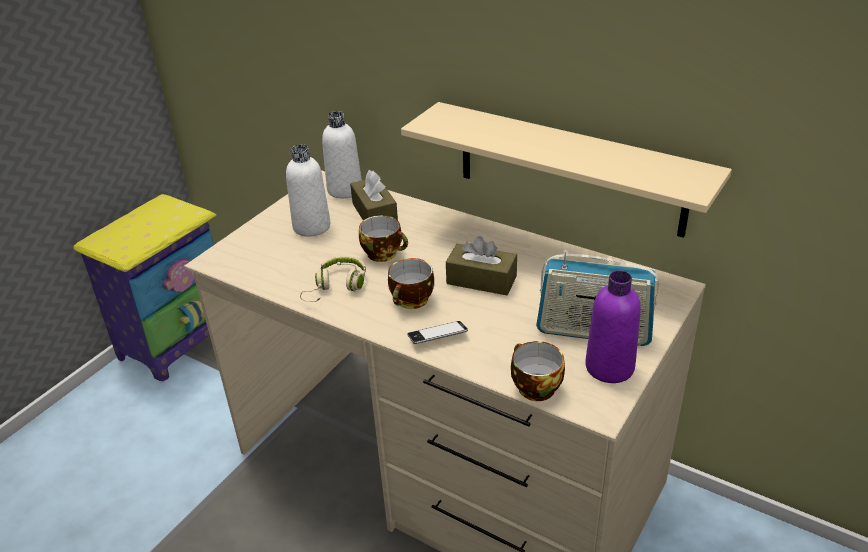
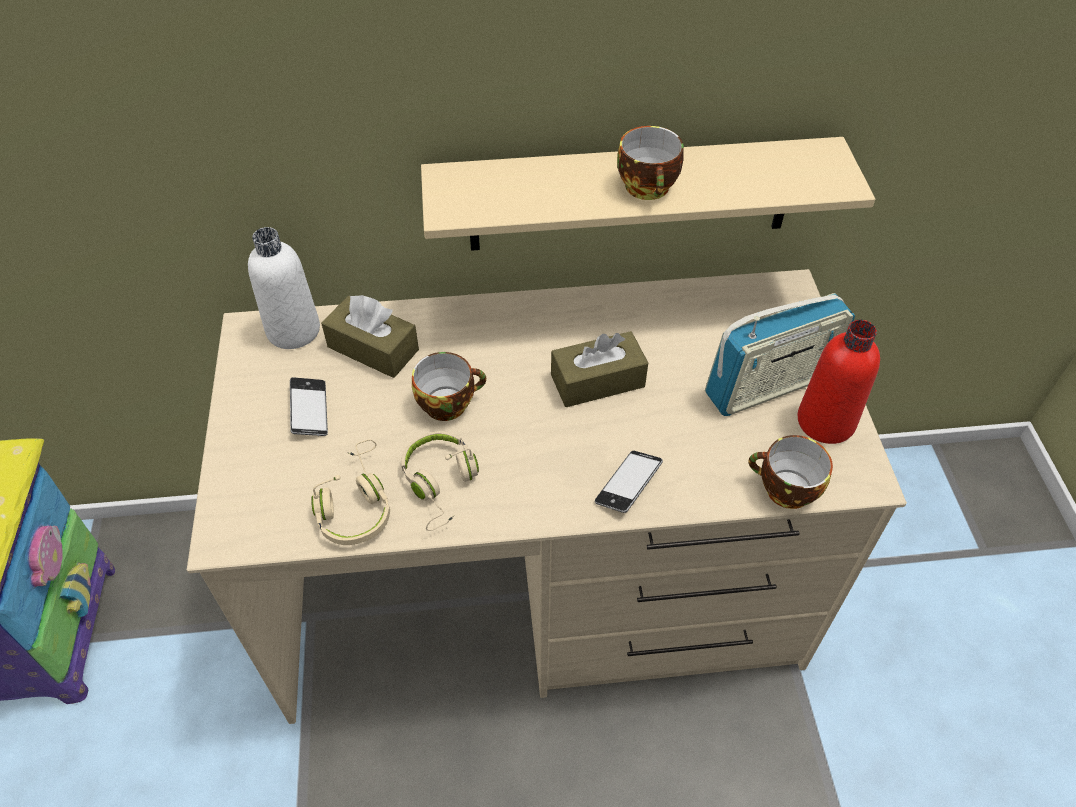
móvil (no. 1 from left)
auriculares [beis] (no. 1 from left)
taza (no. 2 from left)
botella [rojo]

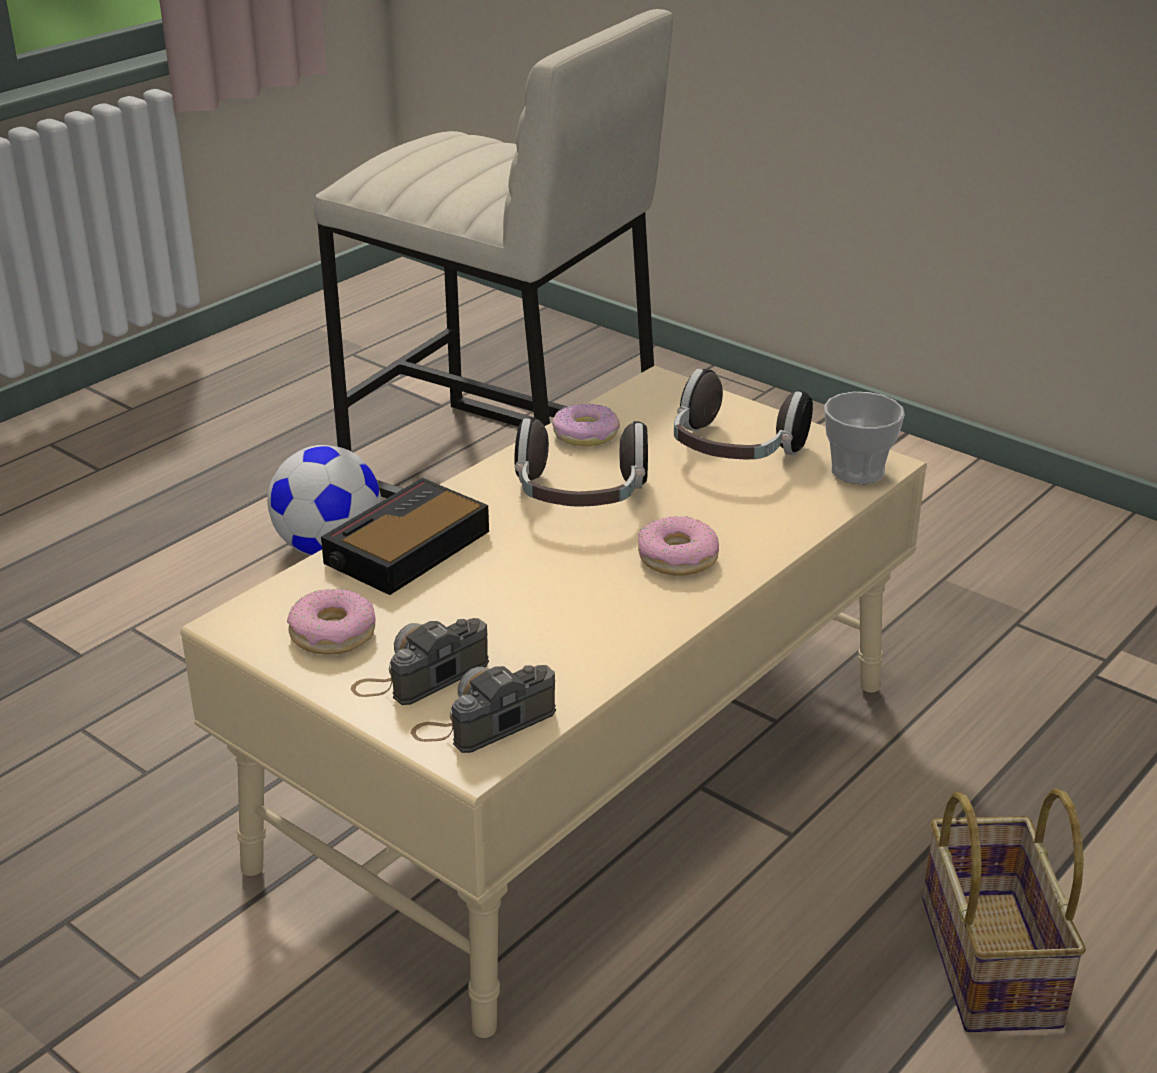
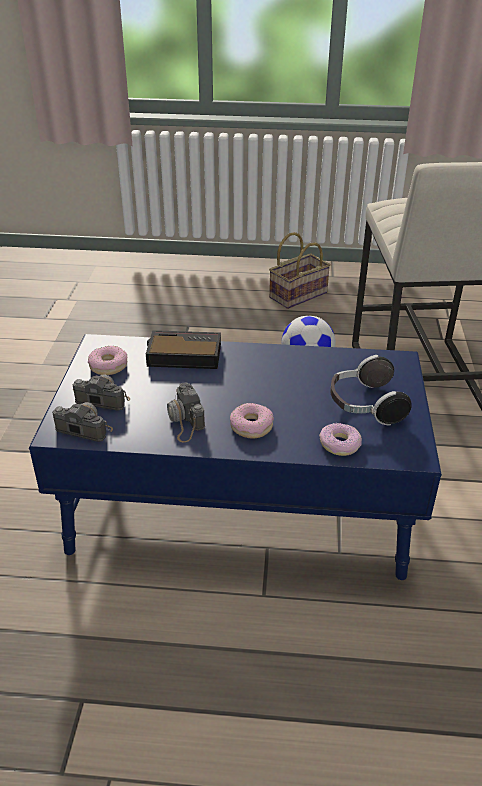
mesa de centro [azul]
cámara (no. 3 from left)
cesta
rosquilla (no. 3 from left)
auriculares (no. 1 from left in the first image)
taza

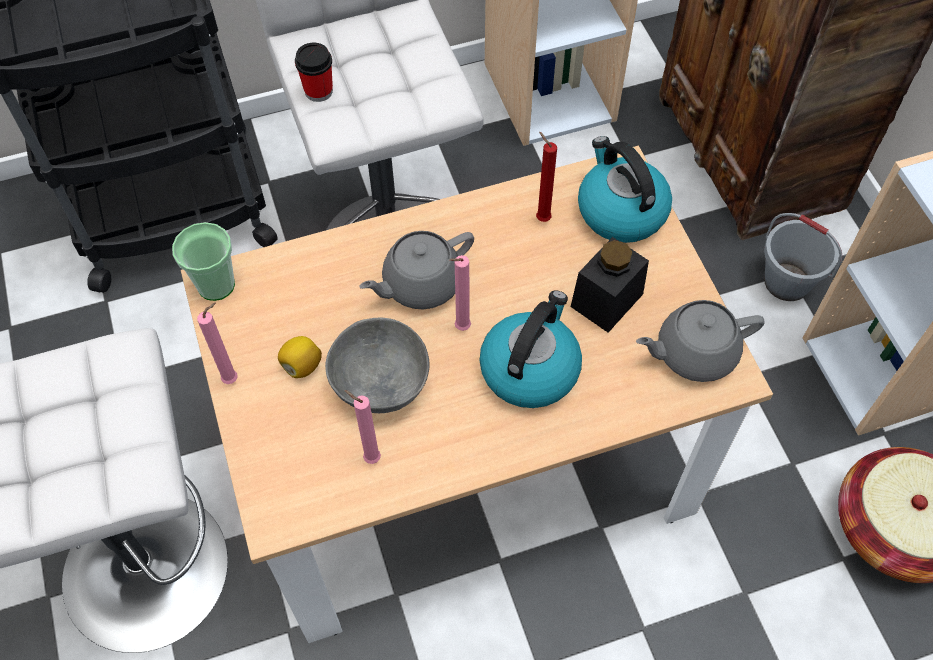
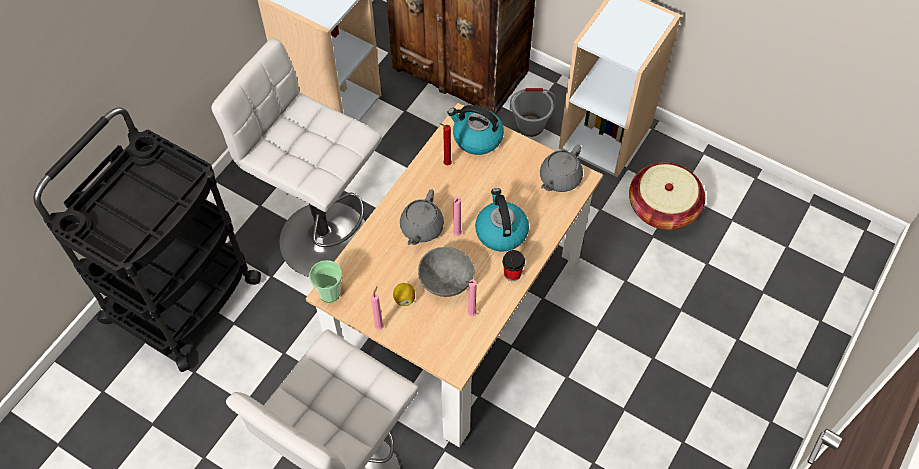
taza (no. 2 from left)
tarro [negro]

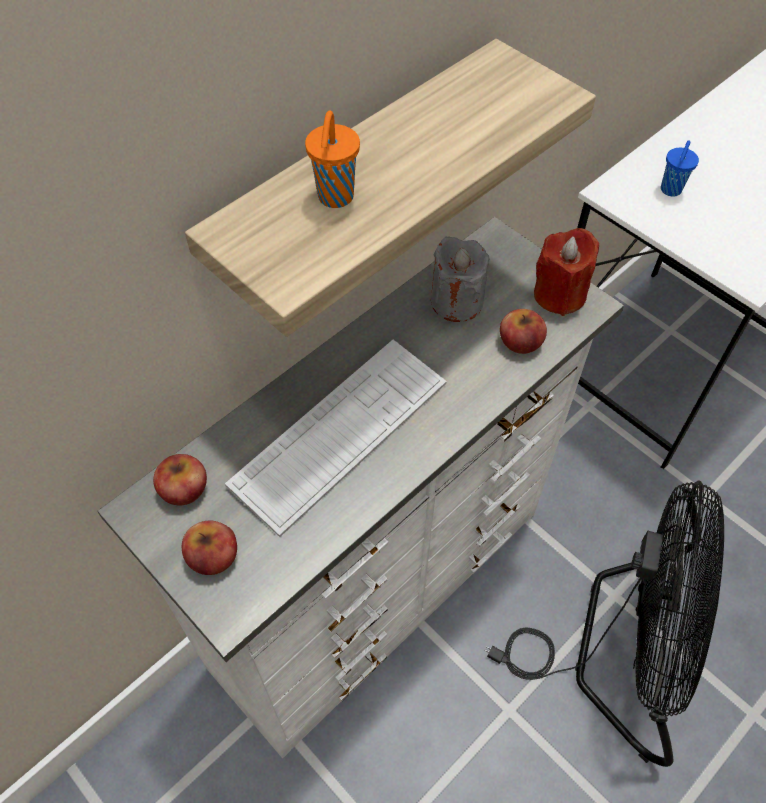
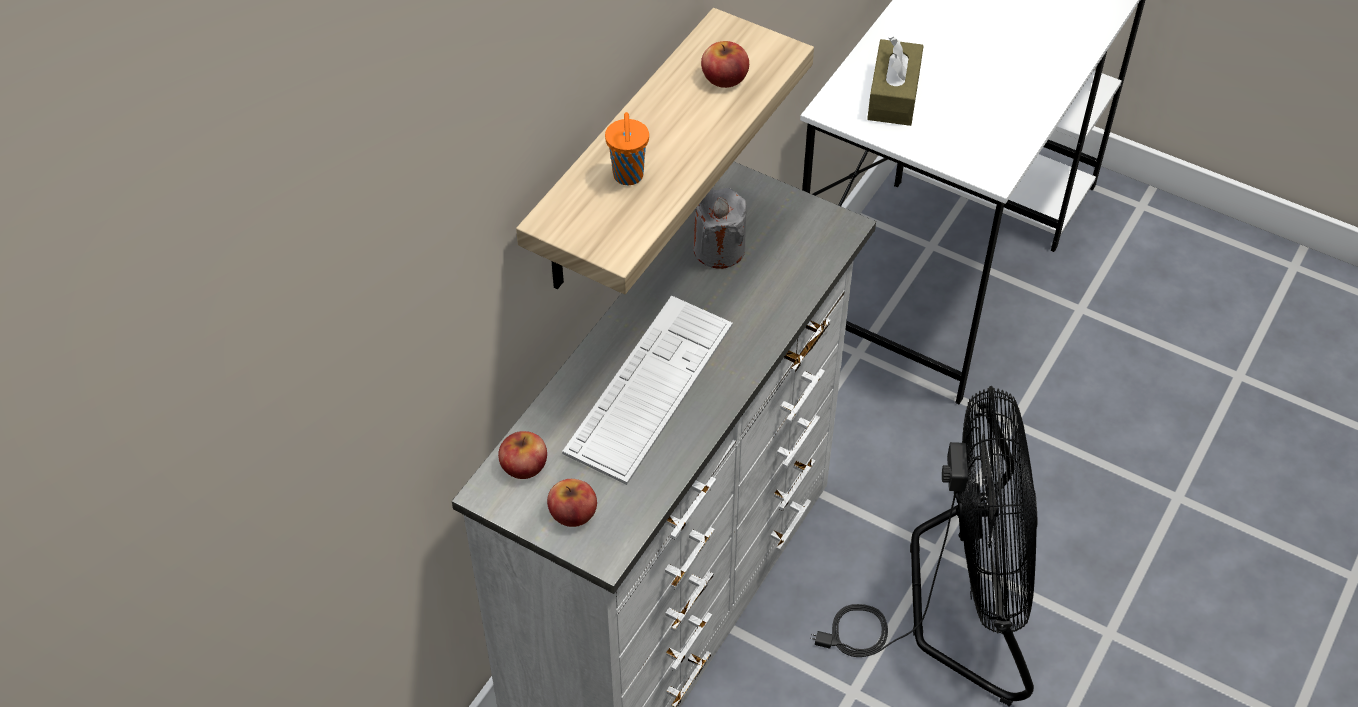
manzana (no. 3 from left)
caja de pañuelos [marrón]
vela [rojo]

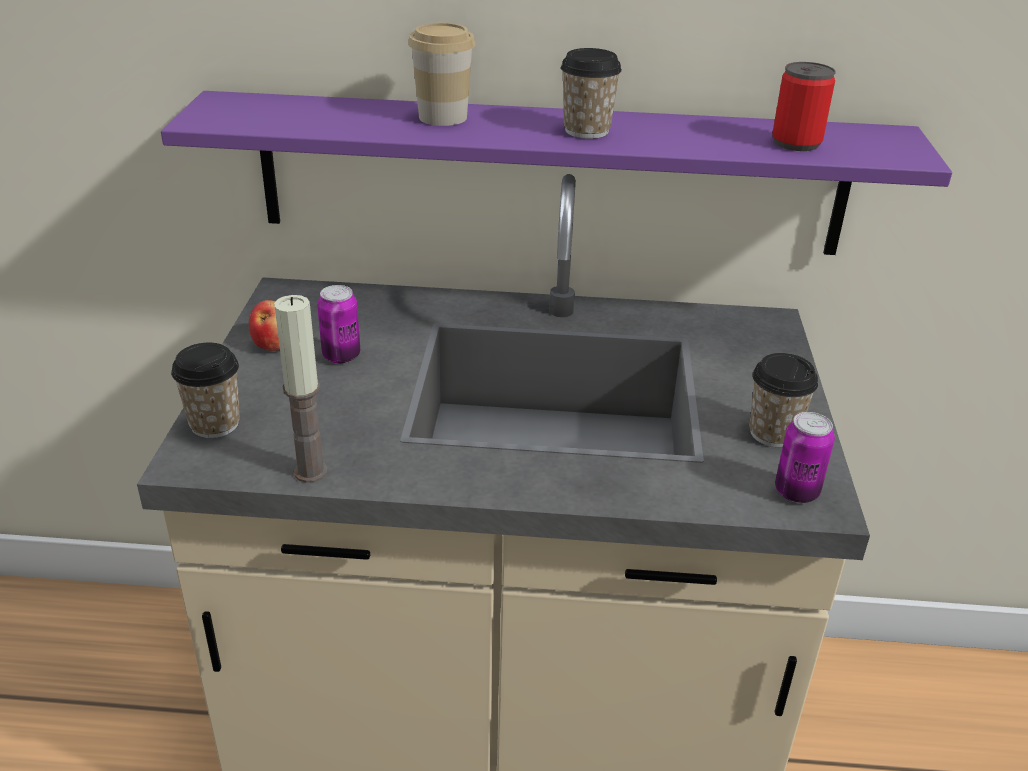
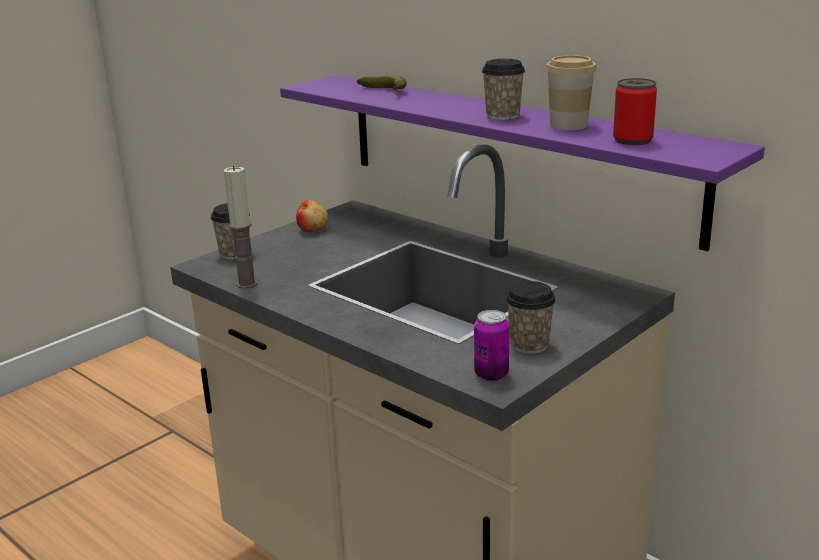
plátano
taza (no. 4 from left)
lata (no. 1 from left in the first image)

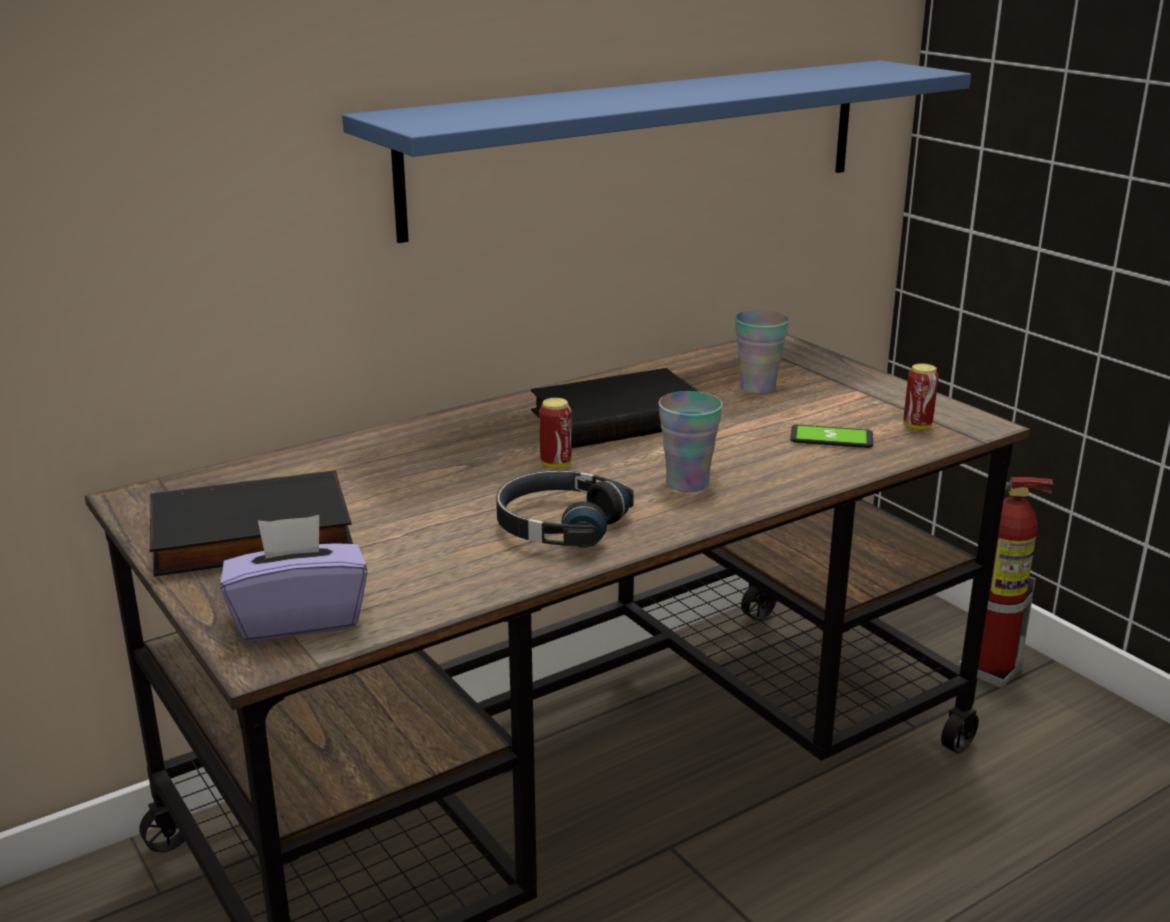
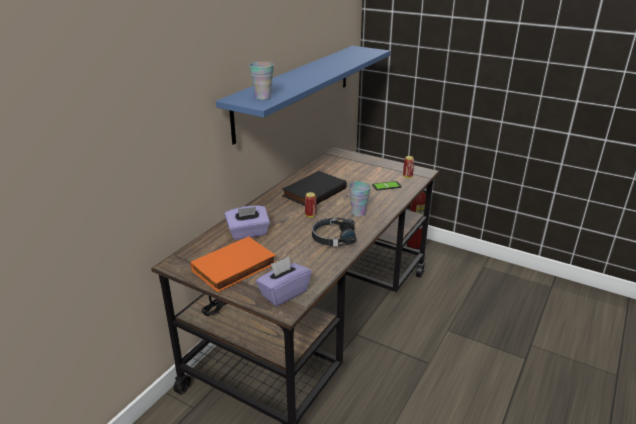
libro [naranja]
caja de pañuelos [morado] (no. 1 from left)
taza (no. 1 from left)

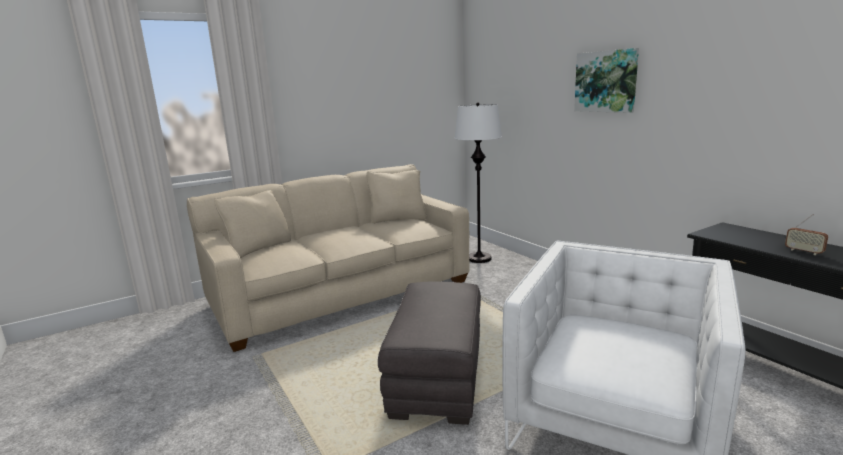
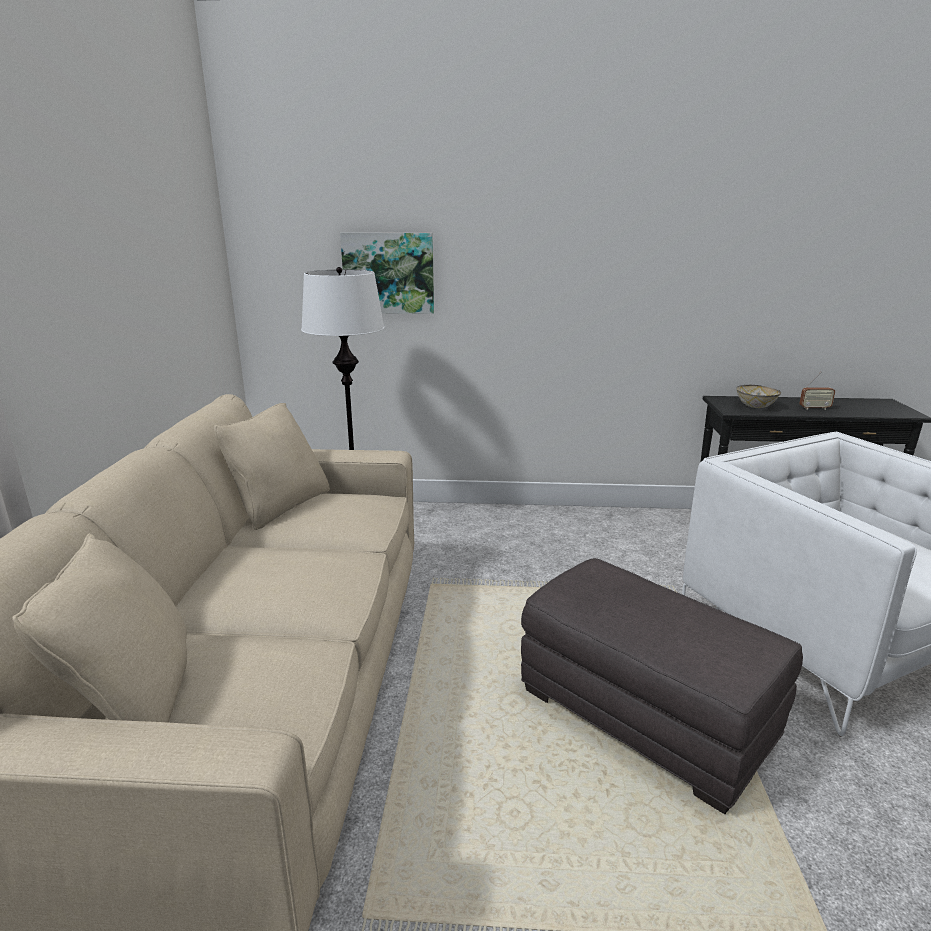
cuadro
cuenco

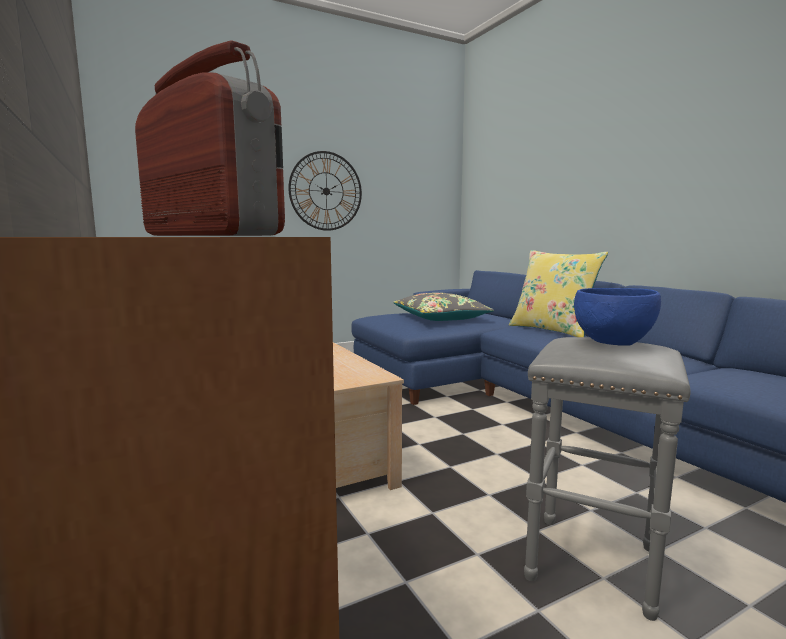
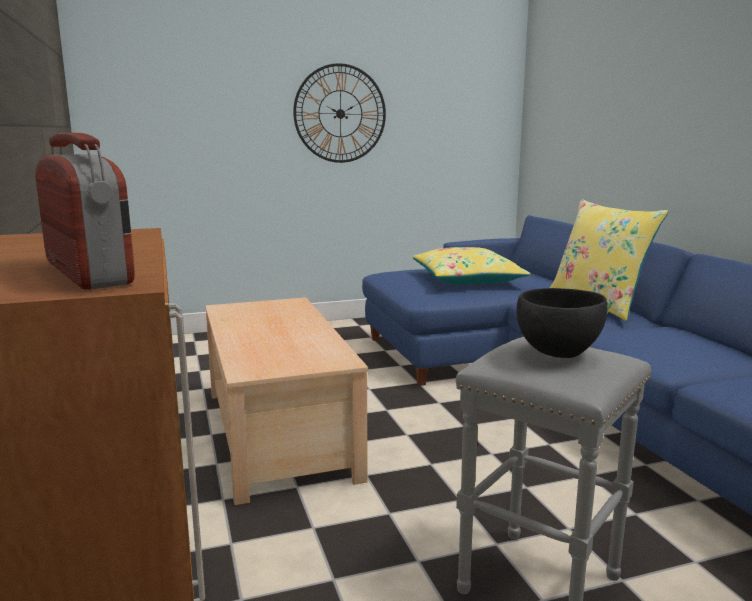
cojín [amarillo] (no. 1 from left)
cuenco [negro]

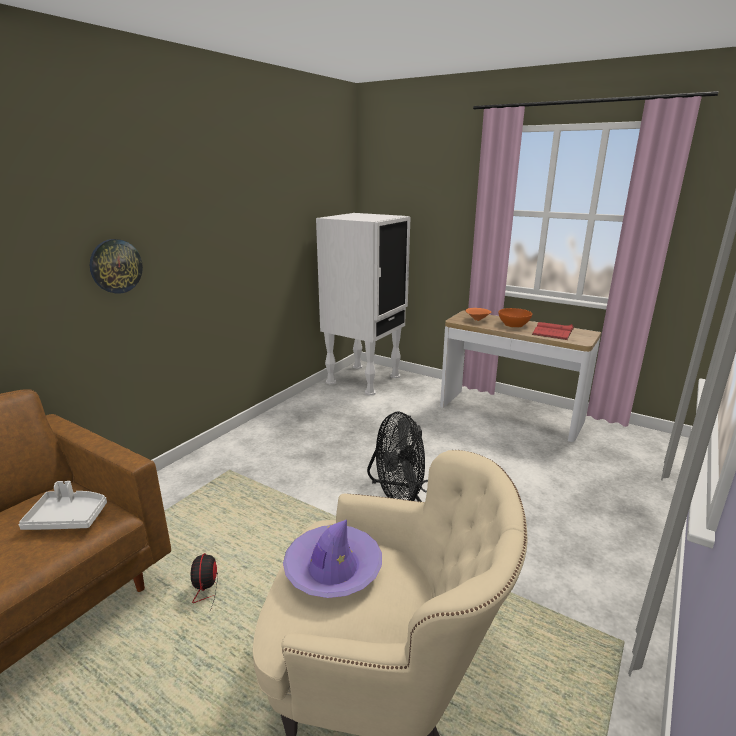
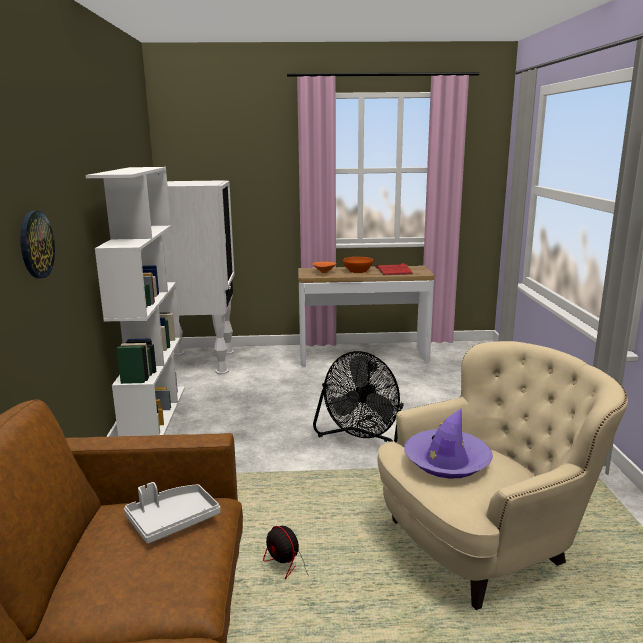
estantería [blanco]

